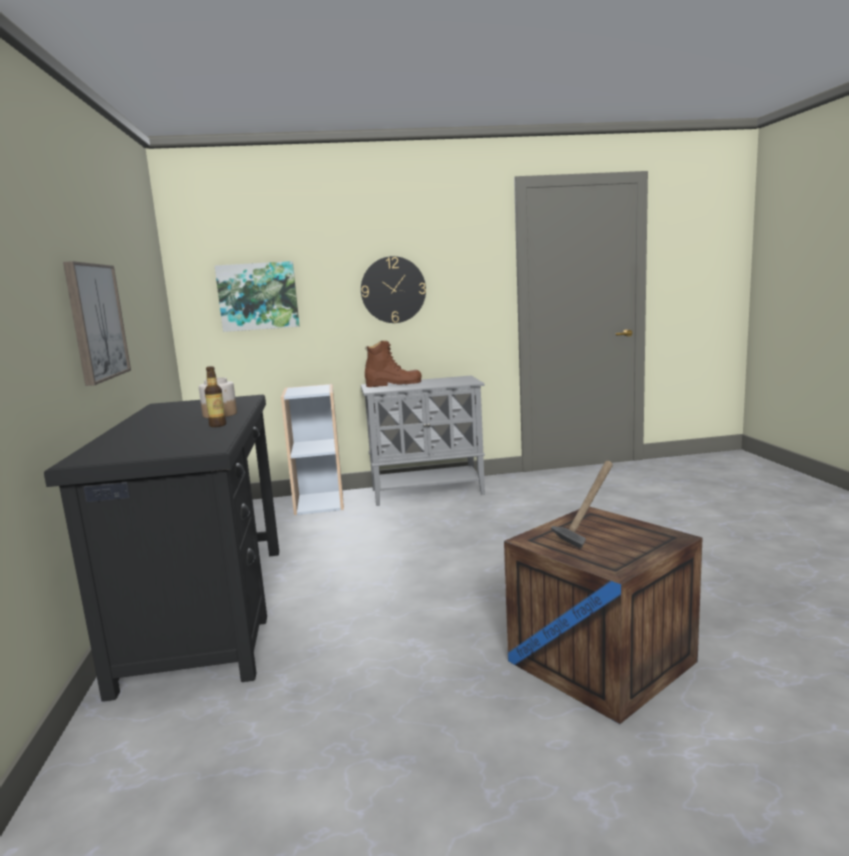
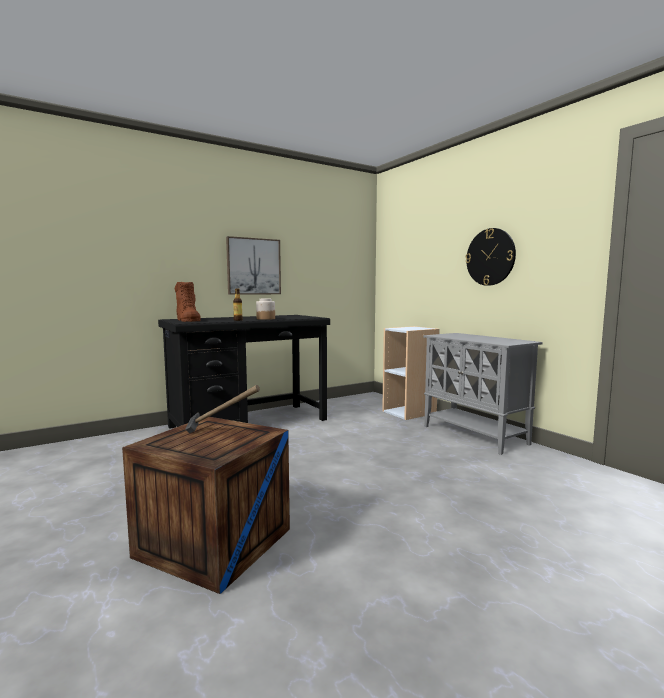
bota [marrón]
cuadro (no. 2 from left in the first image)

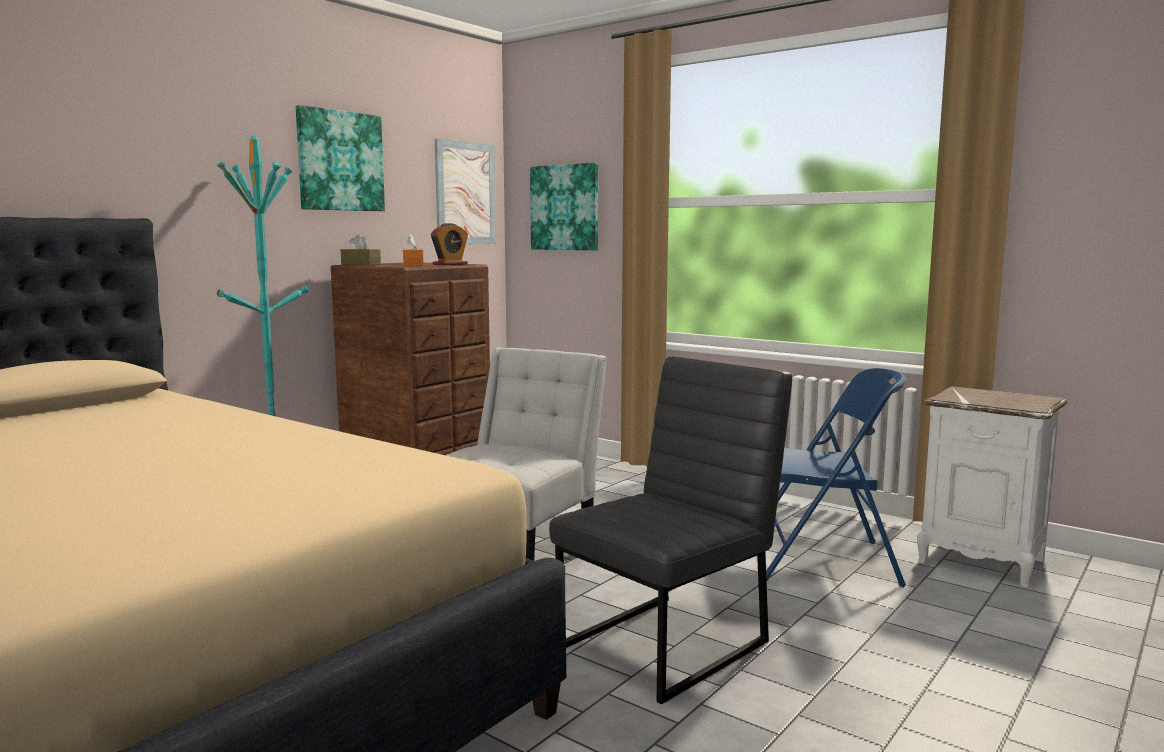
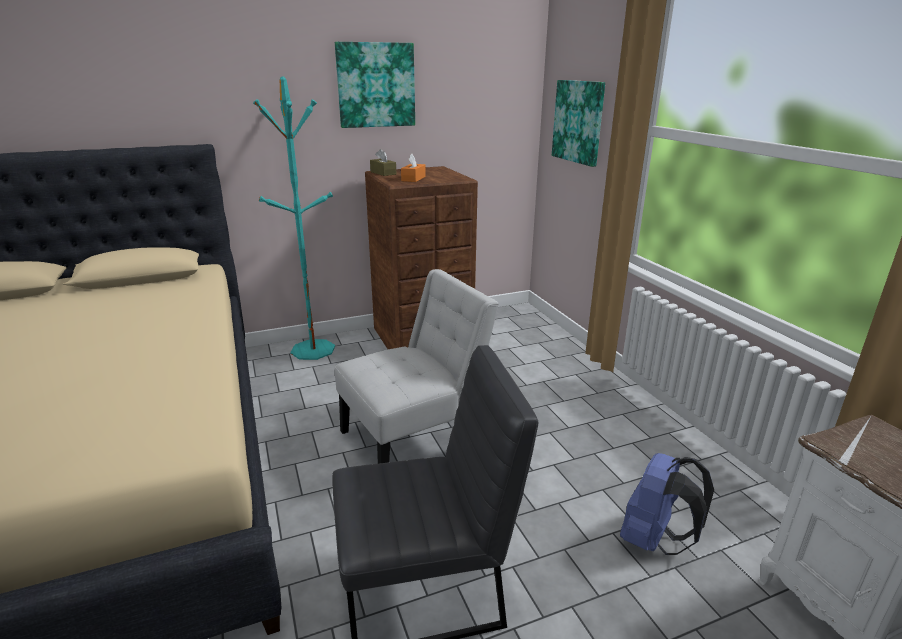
mochila [azul]
despertador
cuadro (no. 2 from left in the first image)

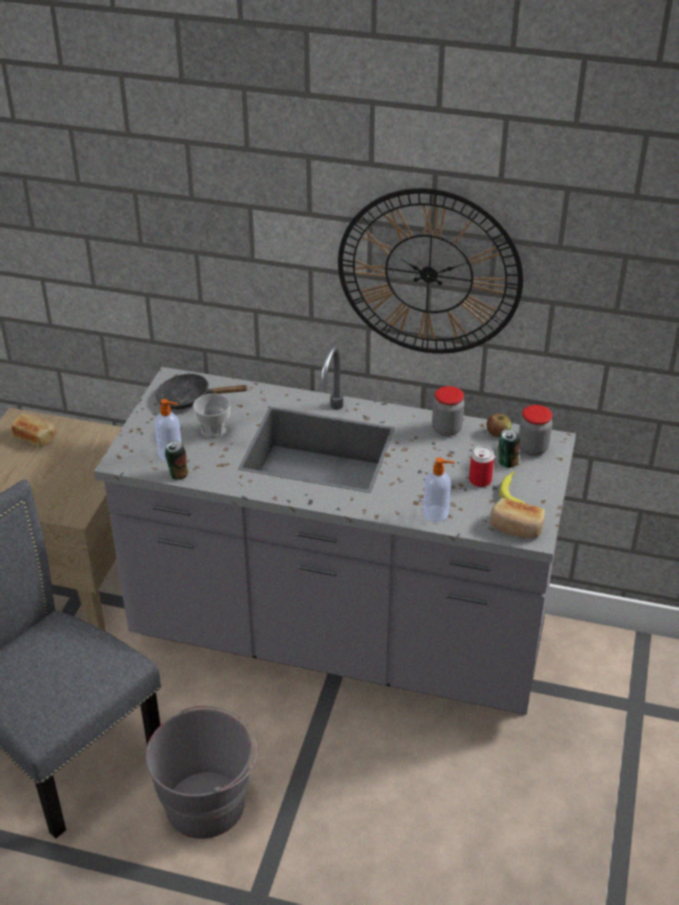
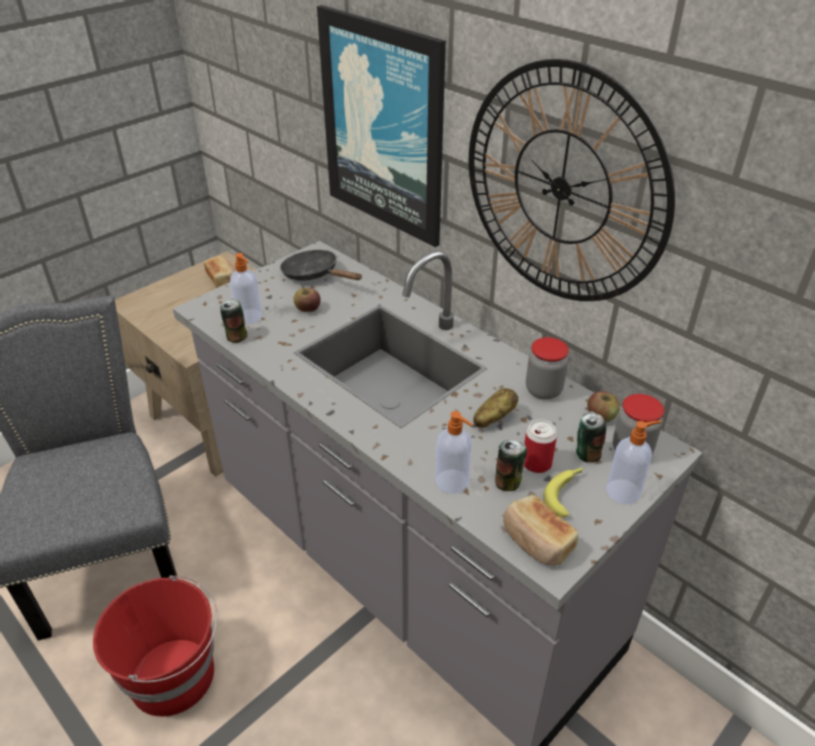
cubo [rojo]
manzana (no. 1 from left)
cuadro
patata
lata (no. 2 from left)
dispensador de jabón (no. 3 from left)

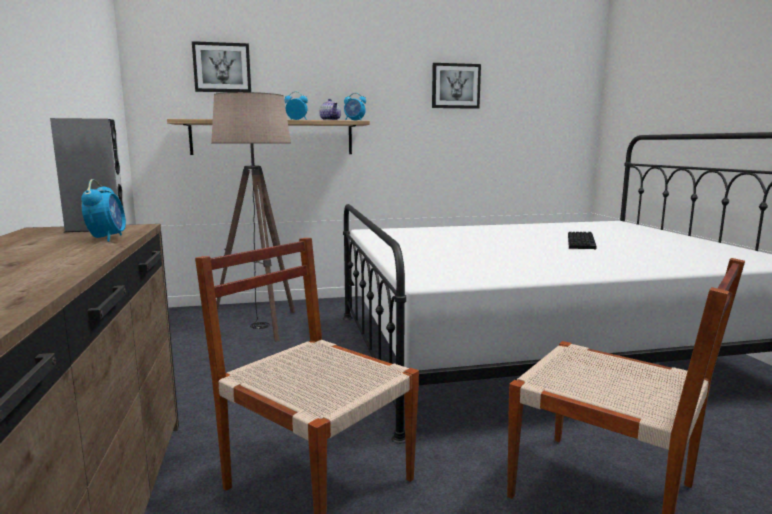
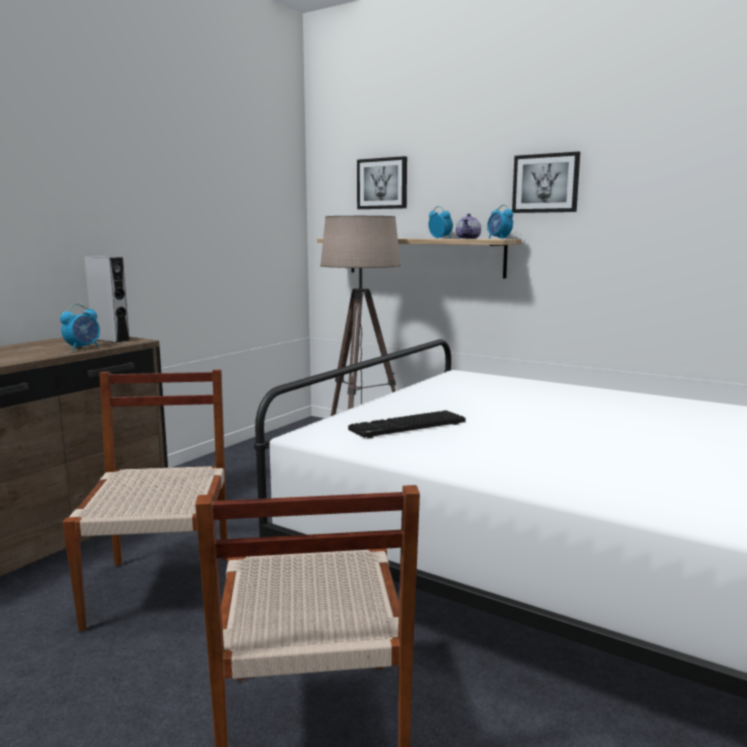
teclado
cuadro (no. 2 from left)

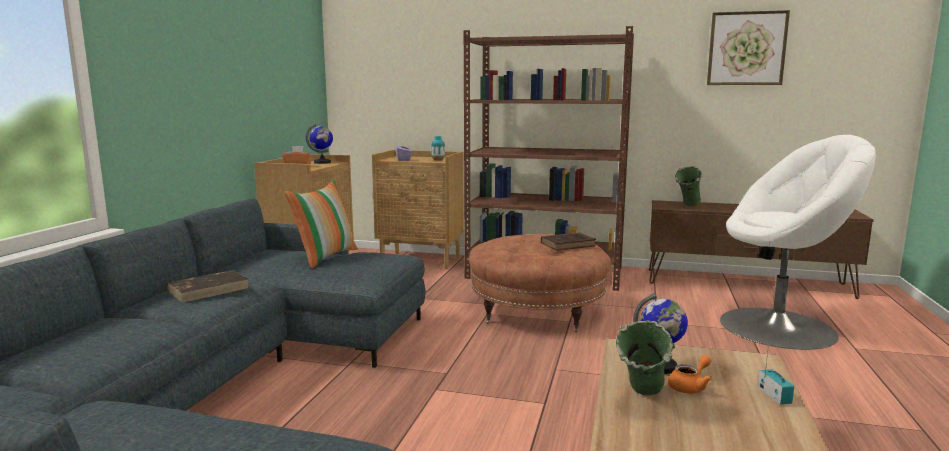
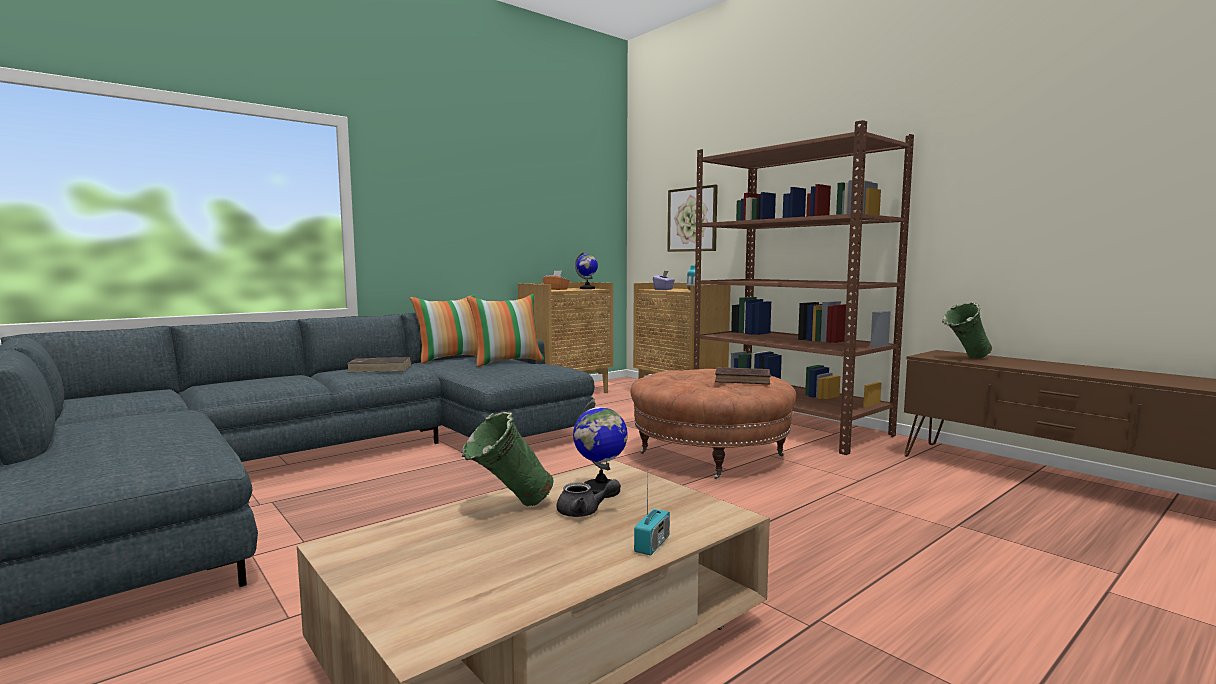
cojín (no. 1 from left)
tetera [gris]
cuadro
sillón [blanco]

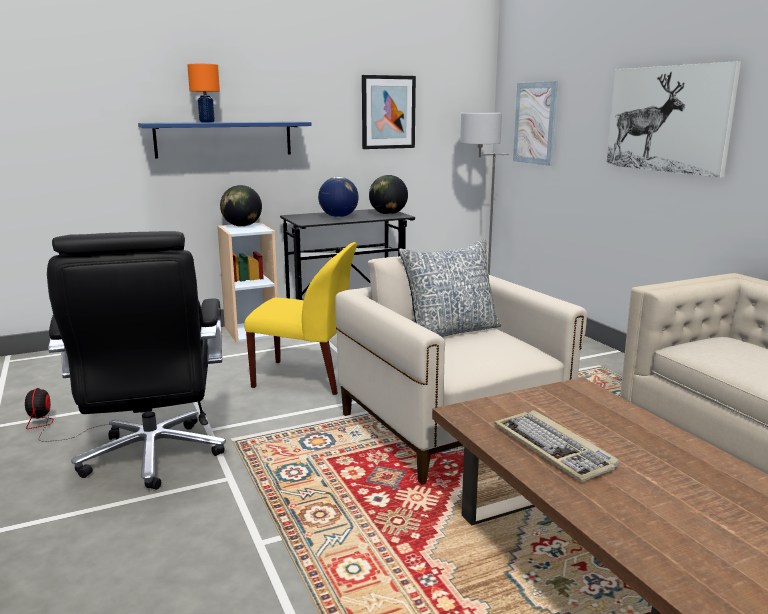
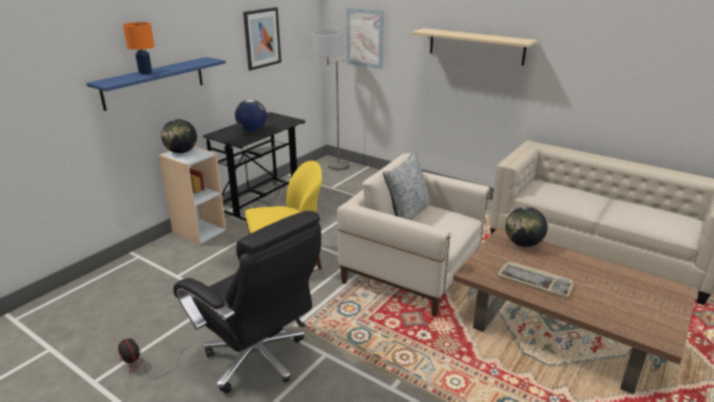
estante [beis]
globo terráqueo (no. 3 from left)

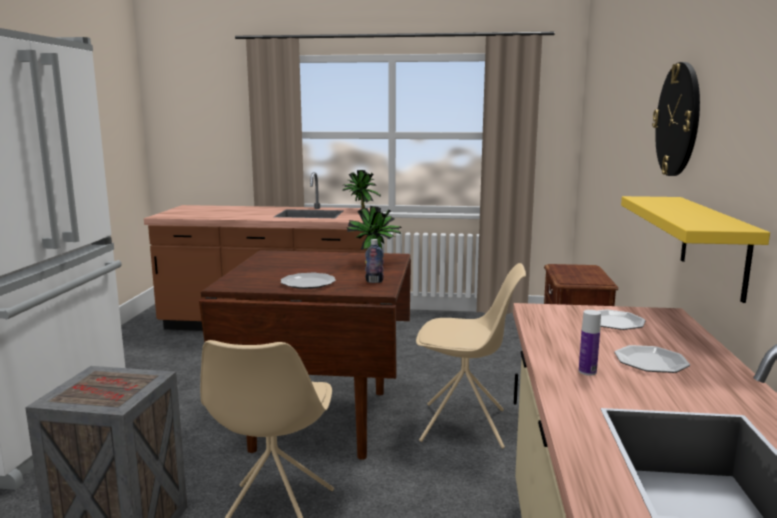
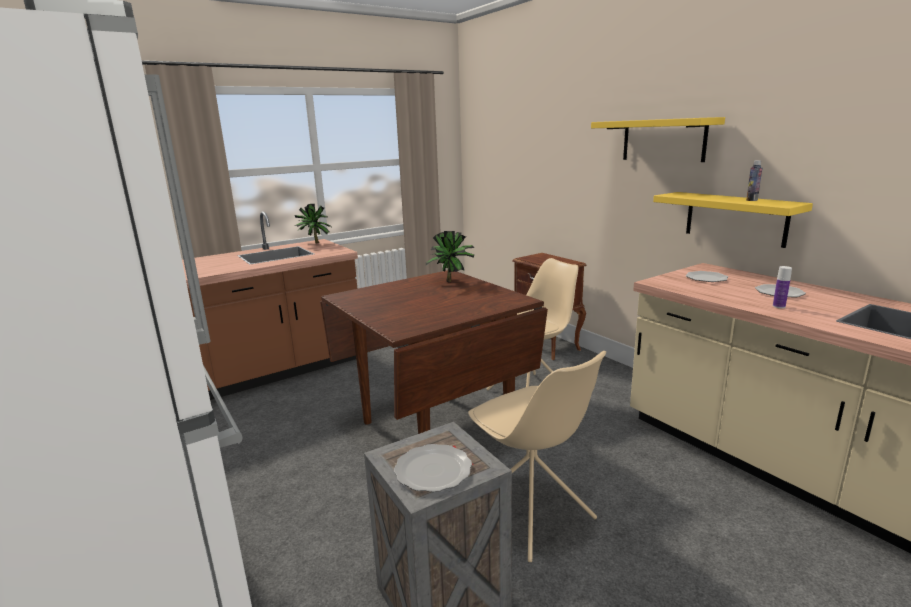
plato (no. 1 from left)
estante [amarillo] (no. 1 from left)
botella (no. 1 from left)

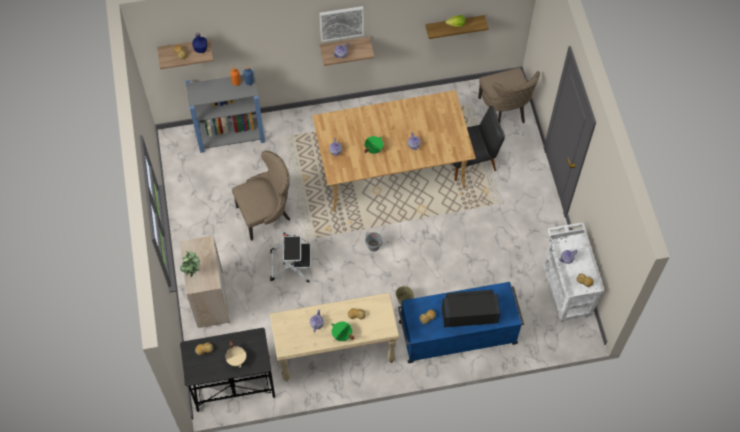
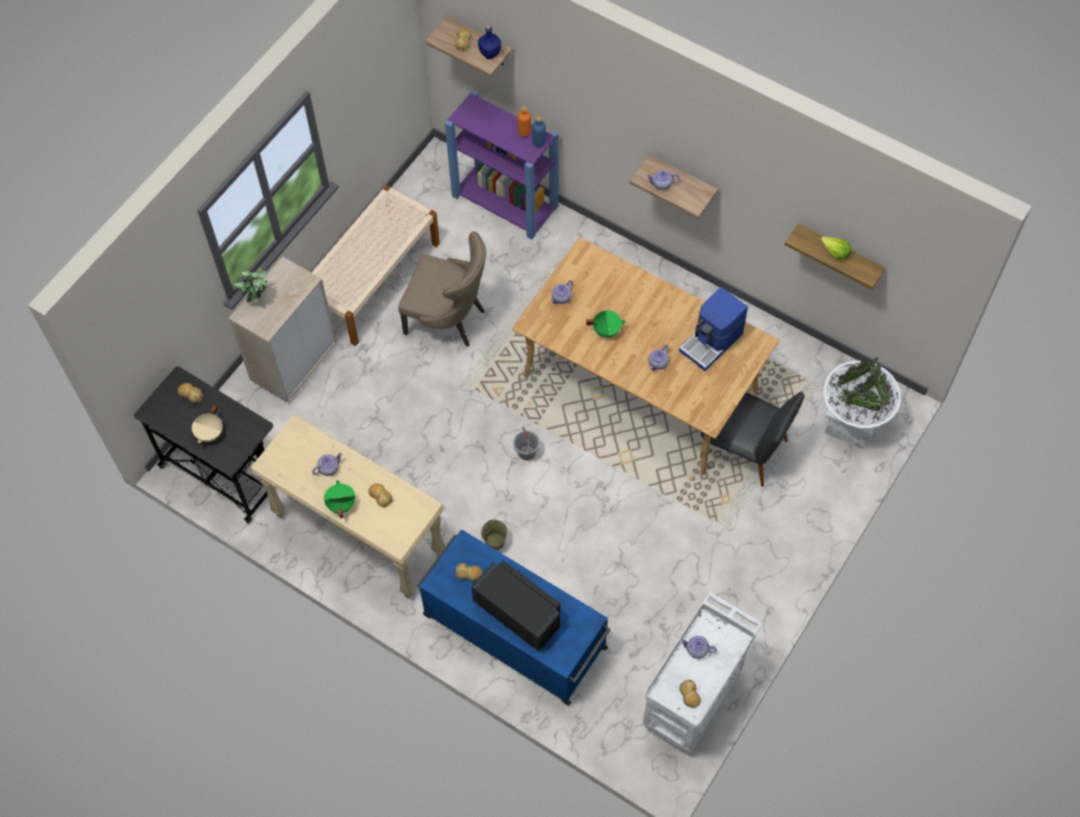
banco [beis]
estantería [morado]
cafetera
maceta [blanco]
escalera de tijera
cuadro

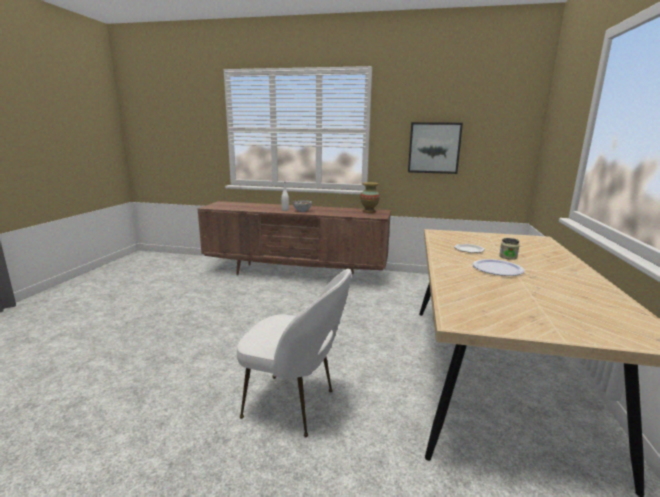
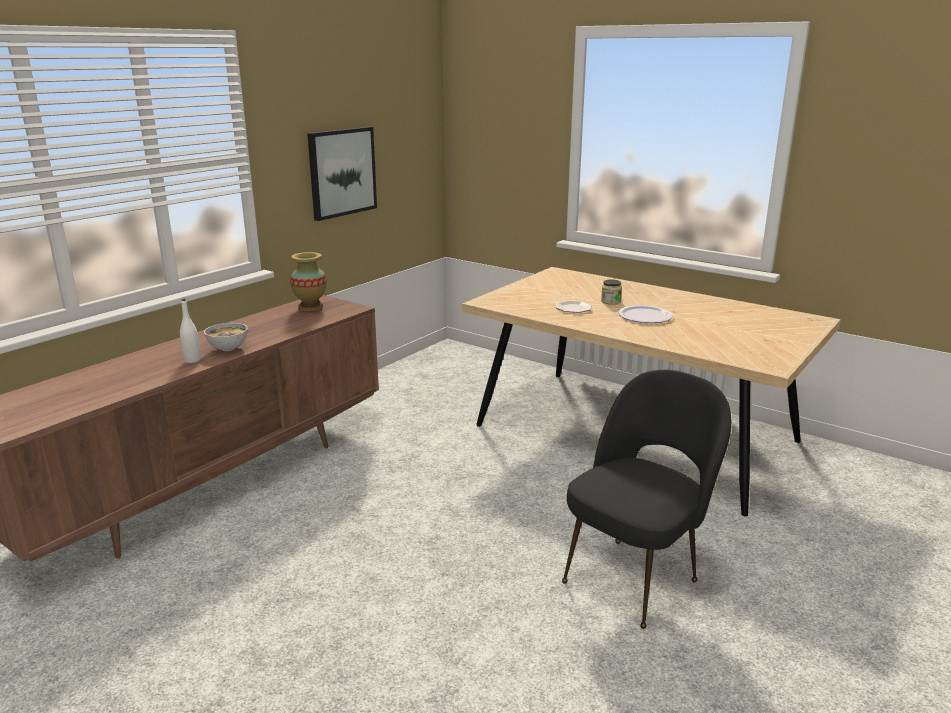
silla [negro]

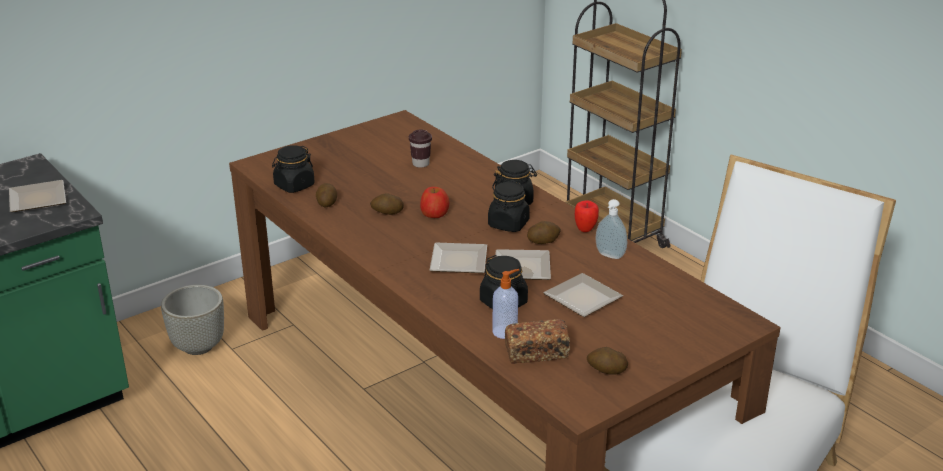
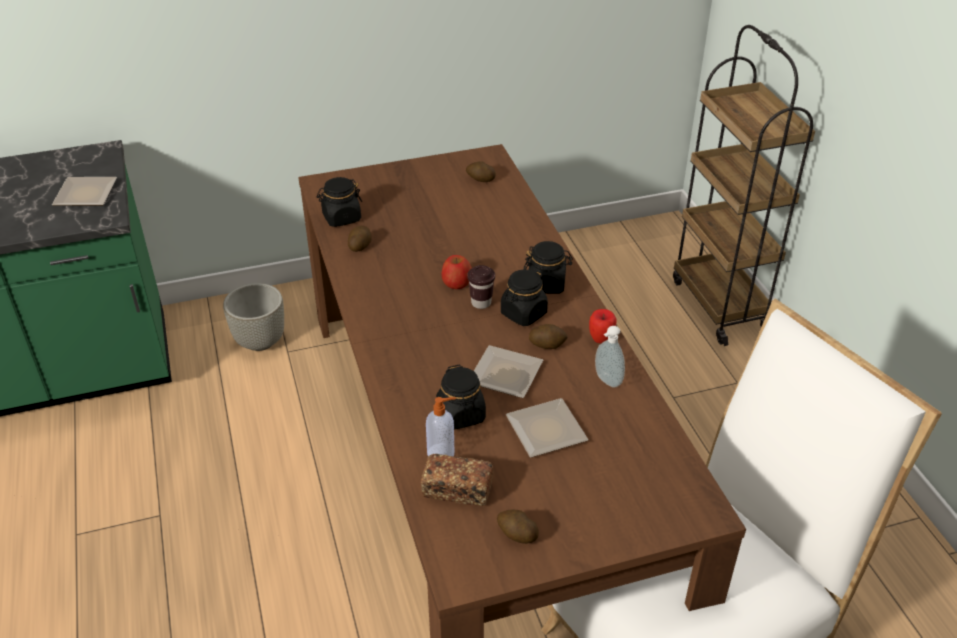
patata (no. 2 from left)
taza [marrón]
plato (no. 2 from left in the first image)

